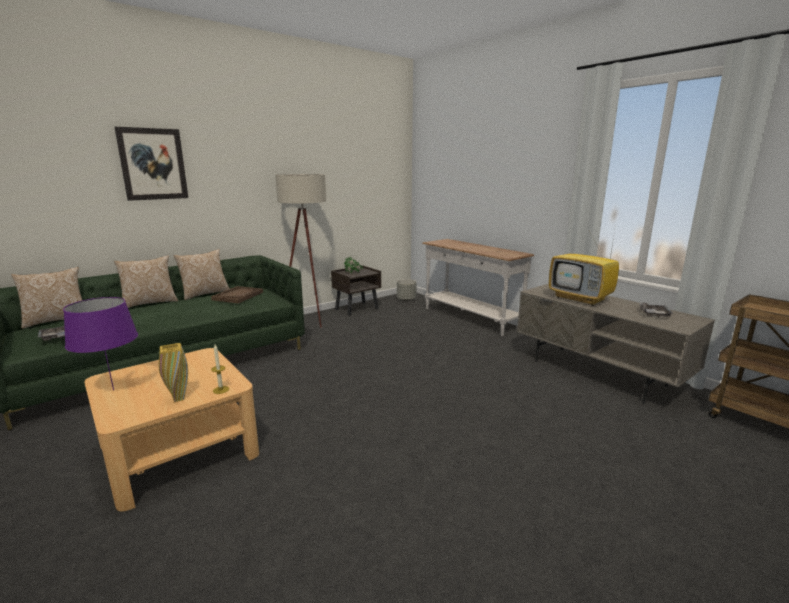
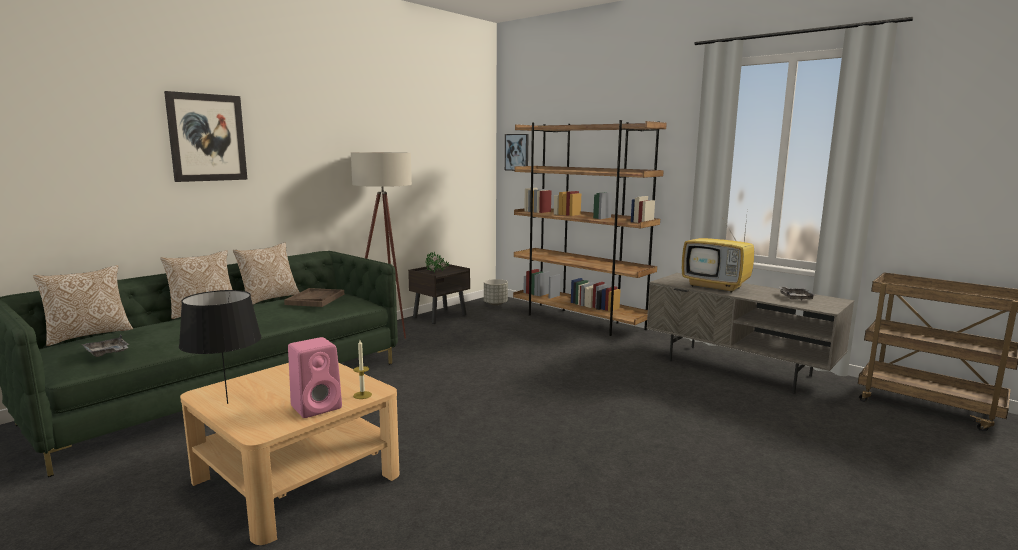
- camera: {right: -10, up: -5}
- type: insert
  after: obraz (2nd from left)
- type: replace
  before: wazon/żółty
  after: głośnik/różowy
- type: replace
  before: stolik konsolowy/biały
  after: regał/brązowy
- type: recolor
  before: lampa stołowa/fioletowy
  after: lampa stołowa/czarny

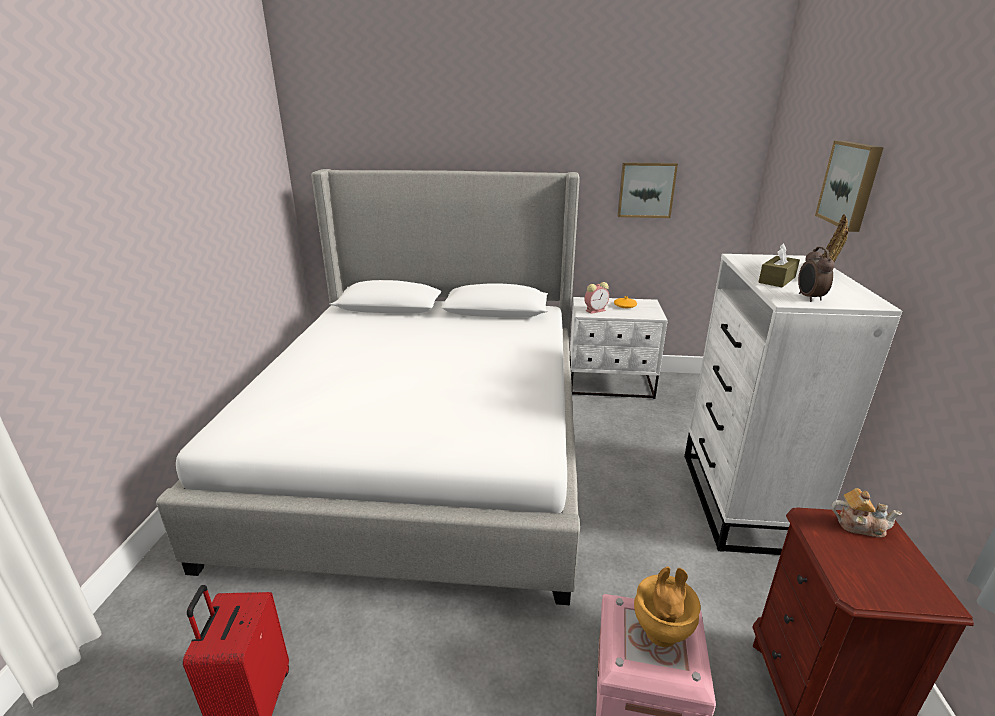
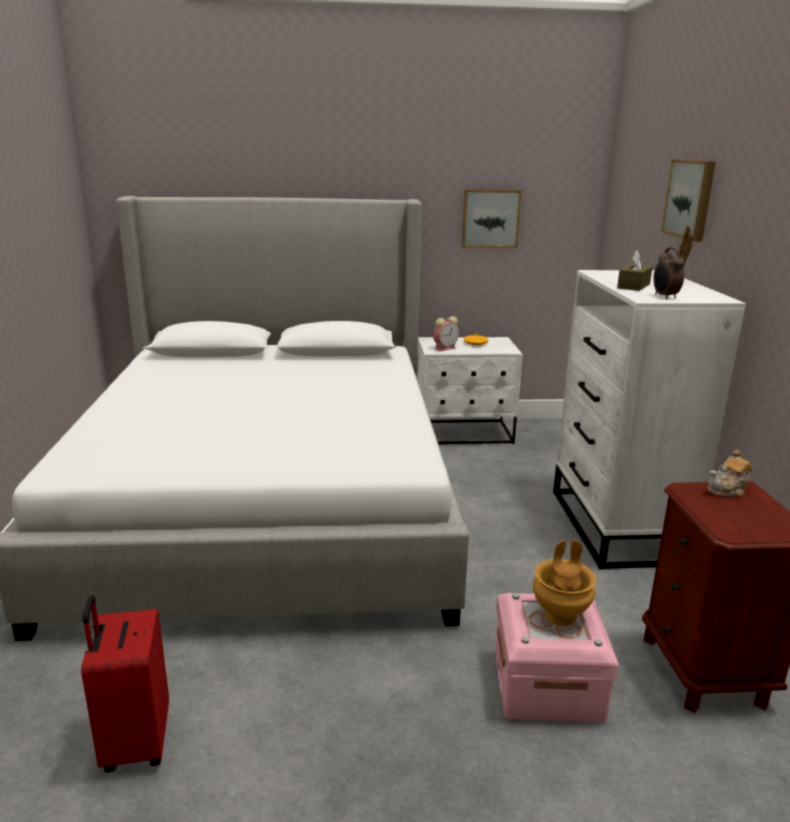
- camera: {right: -10, up: -5}
- type: rotate
  before: imbryk
  turn: 150

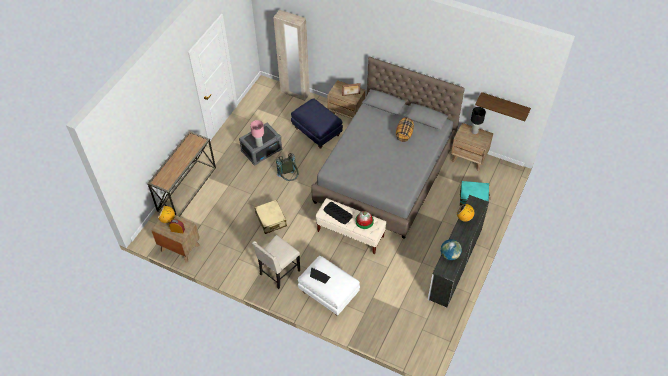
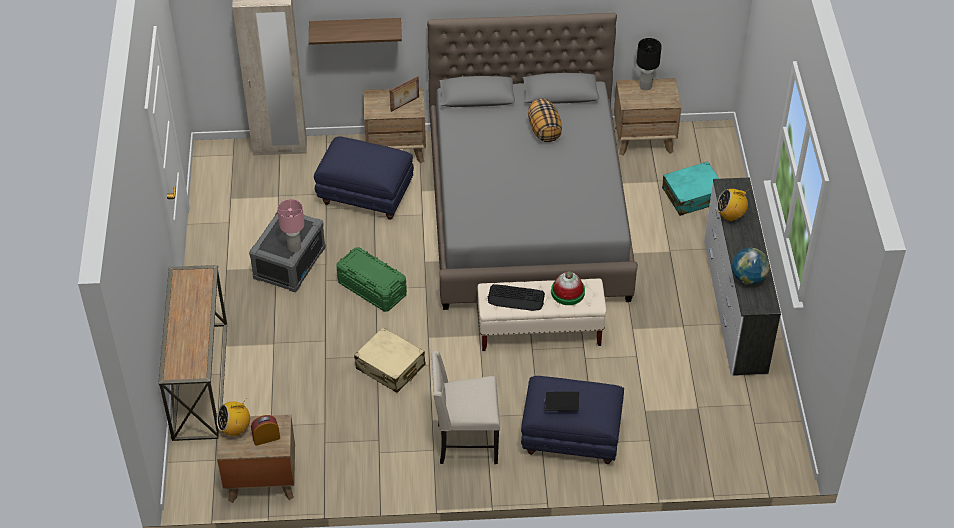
- camera: {right: -30, up: -5}
- type: move
  before: półka
- type: replace
  before: plecak/szary
  after: pojemnik do przechowywania/zielony
- type: recolor
  before: pufa/biały
  after: pufa/niebieski (2nd from left)
- type: rotate
  before: krzesło/beżowy
  turn: 75

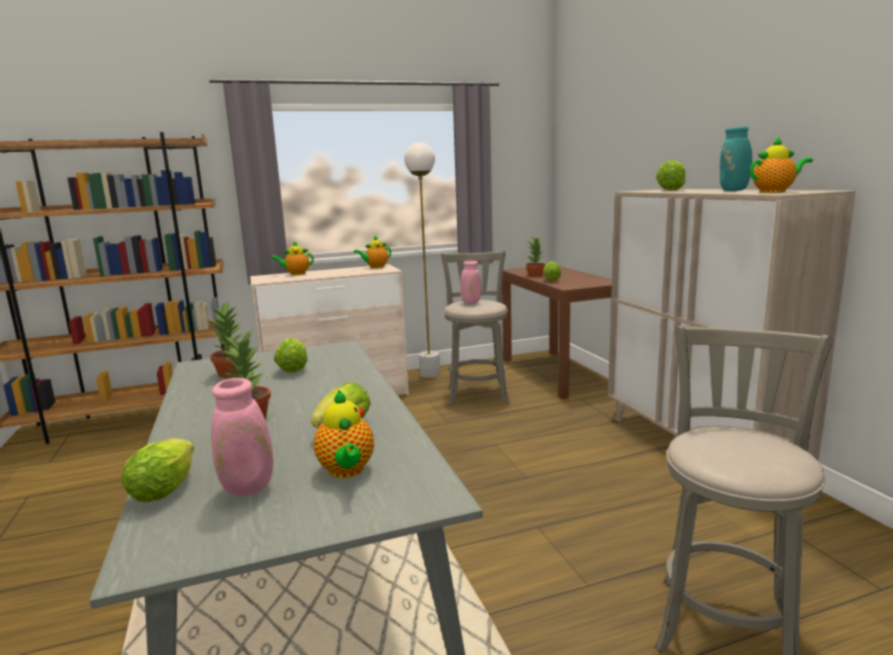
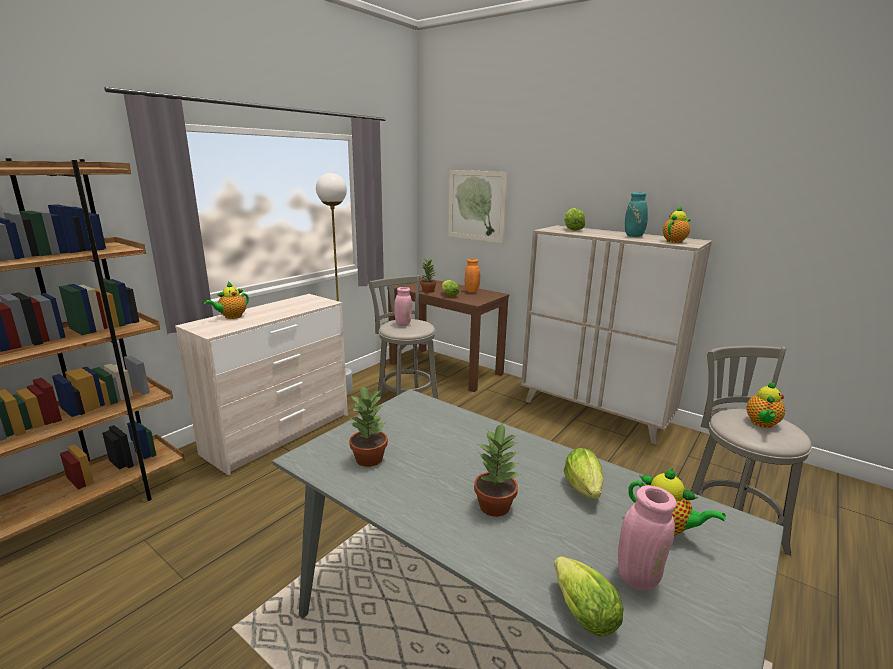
- camera: {right: -35, up: 5}
- type: delete
  before: sałata (2nd from left)
- type: insert
  after: obraz
- type: insert
  after: wazon/pomarańczowy
- type: move
  before: imbryk (3rd from left in the first image)
  after: imbryk (4th from left)

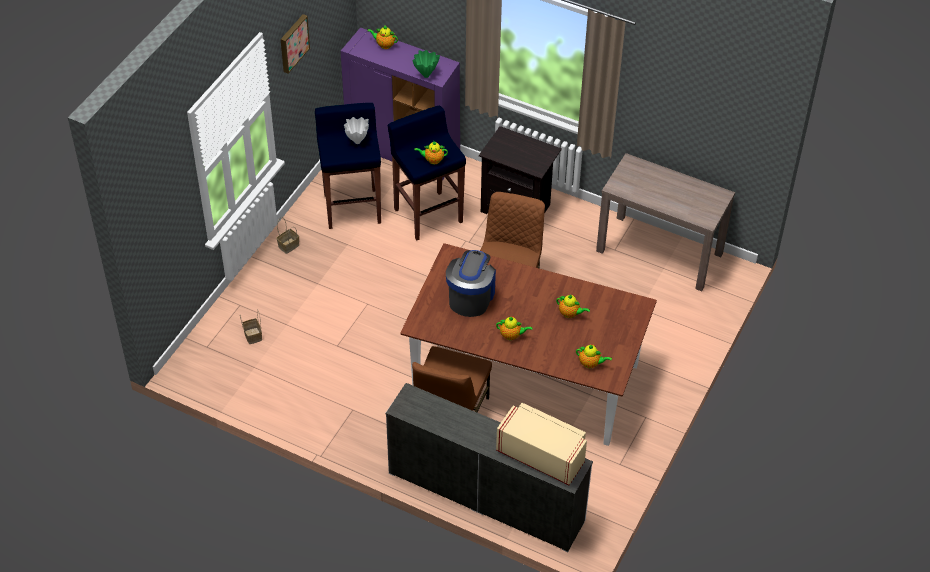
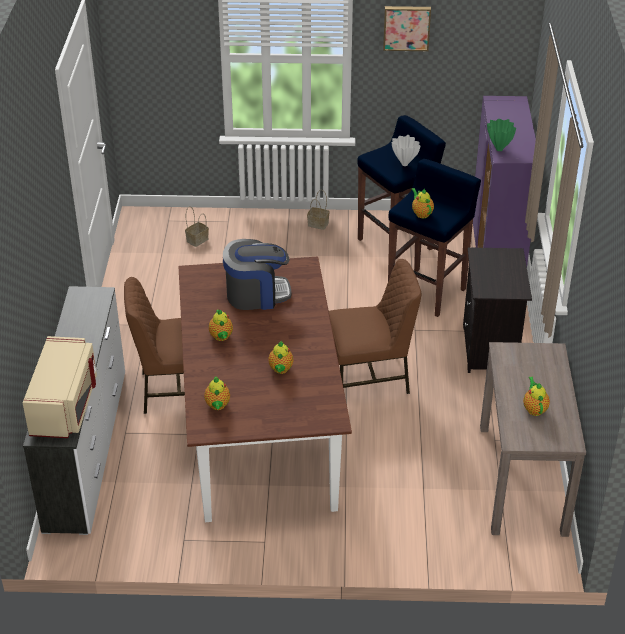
- camera: {right: 65, up: -10}
- type: move
  before: imbryk (1st from left in the first image)
  after: imbryk (5th from left)

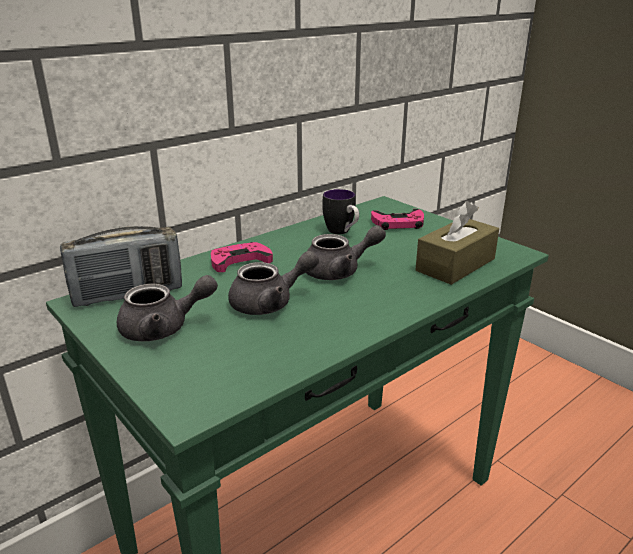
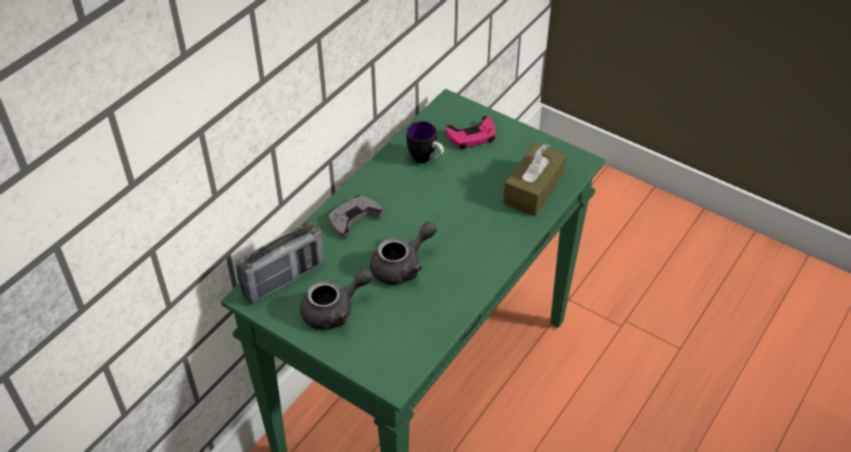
- camera: {right: -15, up: 20}
- type: delete
  before: imbryk/szary (3rd from left)
- type: recolor
  before: pad do gier/różowy (1st from left)
  after: pad do gier/szary

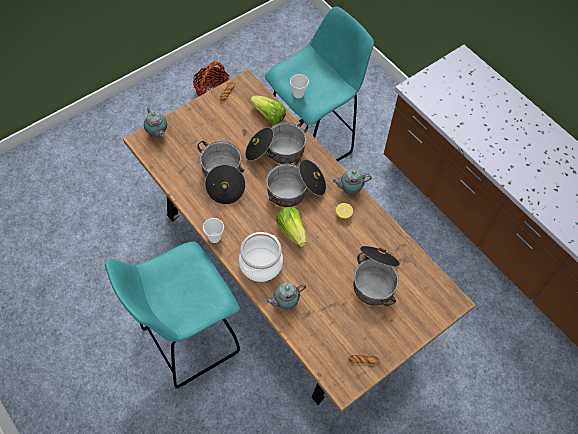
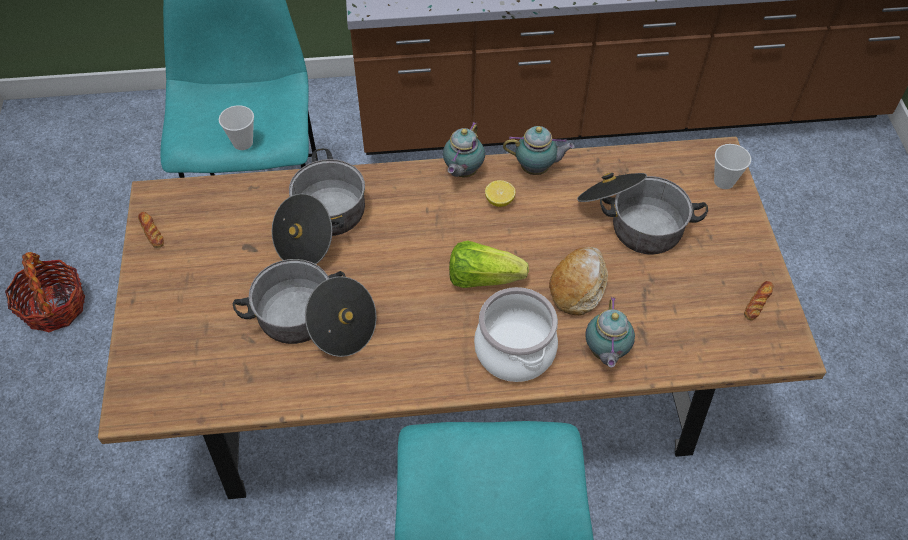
- camera: {right: -55, up: -5}
- type: delete
  before: sałata (1st from left)
- type: delete
  before: garnek (4th from left)
- type: insert
  after: chleb (2nd from left)
- type: move
  before: imbryk (1st from left in the first image)
  after: imbryk (2nd from left)
- type: move
  before: filiżanka (1st from left in the first image)
  after: filiżanka (2nd from left)

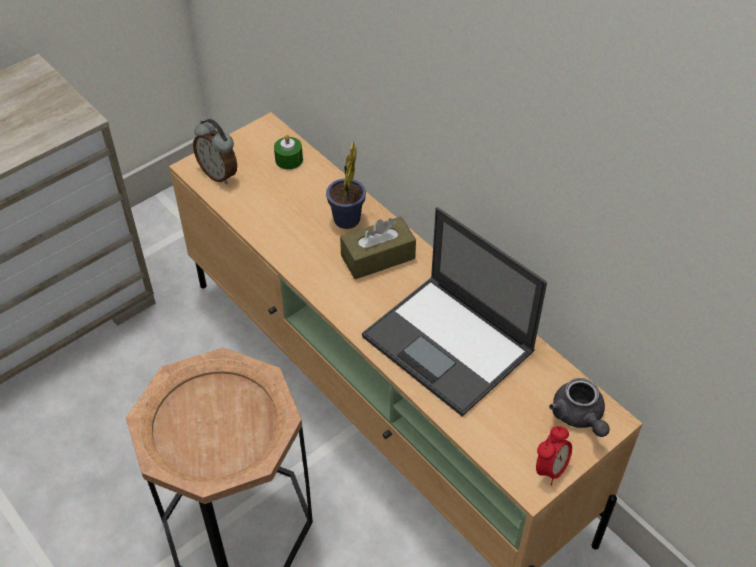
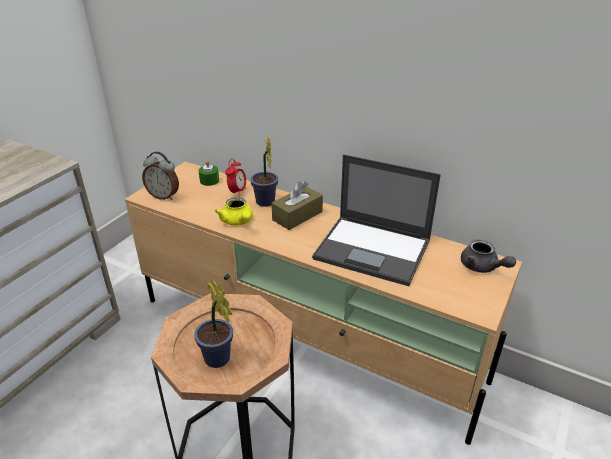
- camera: {right: -20, up: -15}
- type: insert
  after: roślina doniczkowa (1st from left)
- type: insert
  after: imbryk/żółty
- type: move
  before: budzik (2nd from left)

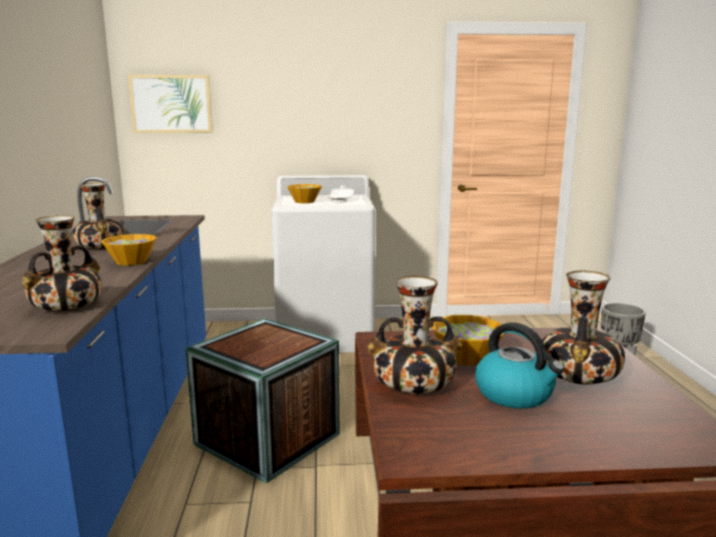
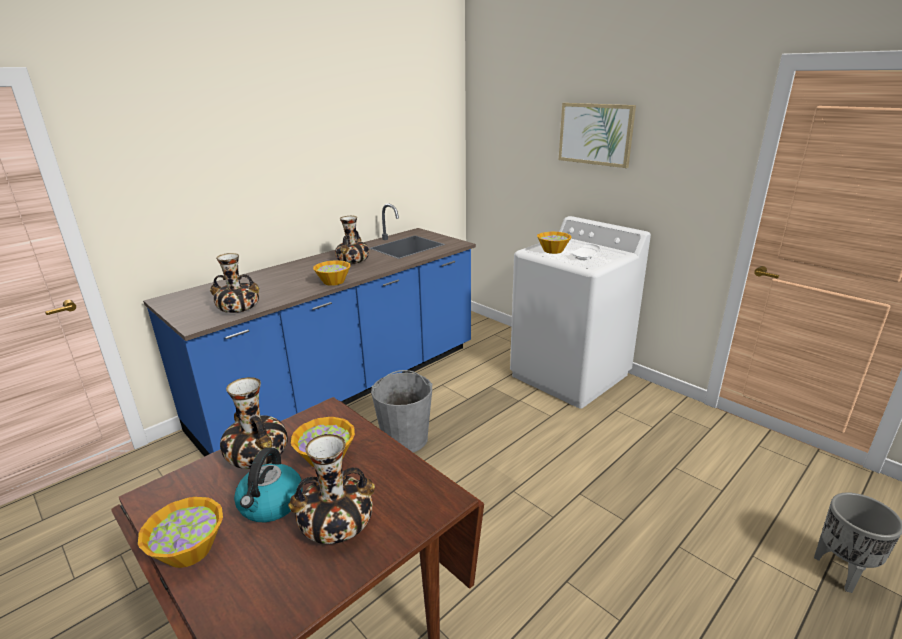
- camera: {right: 50, up: 10}
- type: insert
  after: miska (1st from left)
- type: move
  before: obraz
- type: replace
  before: skrzynka
  after: wiadro/szary

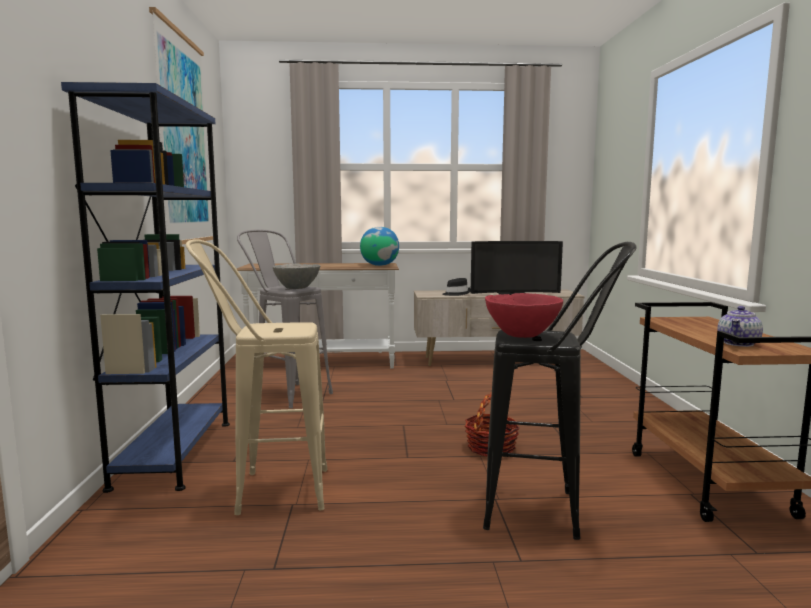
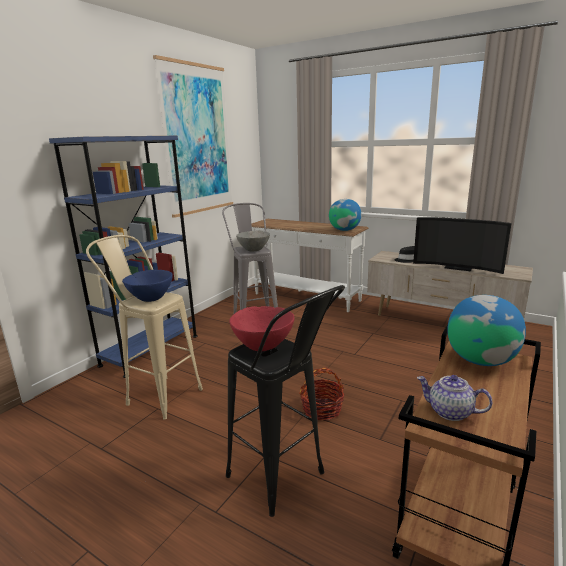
- camera: {right: 35, up: 10}
- type: insert
  after: miska/niebieski
- type: insert
  after: globus (2nd from left)
- type: rotate
  before: imbryk
  turn: 45

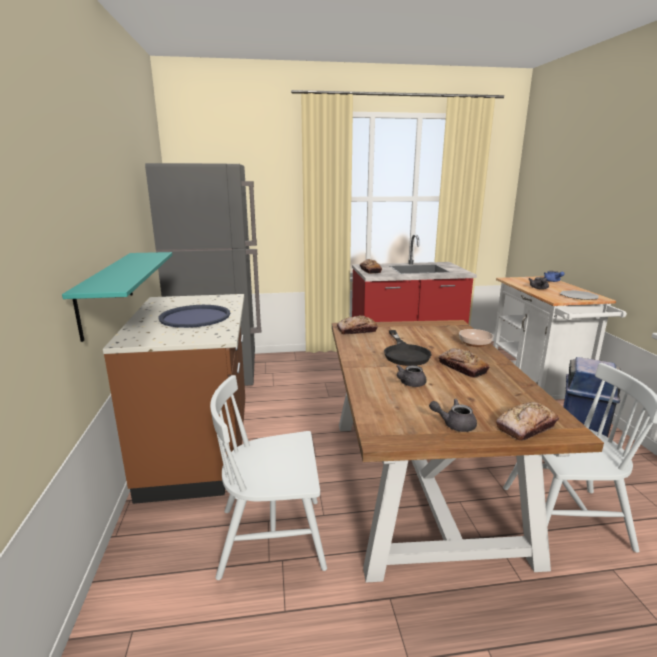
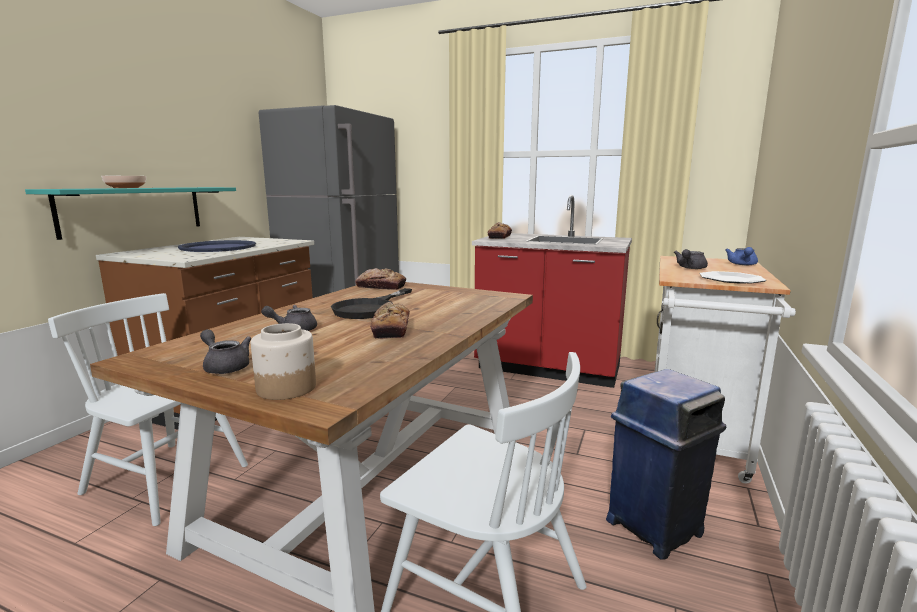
- camera: {right: 30, up: -5}
- type: move
  before: miska
- type: replace
  before: chleb (4th from left)
  after: słoik

